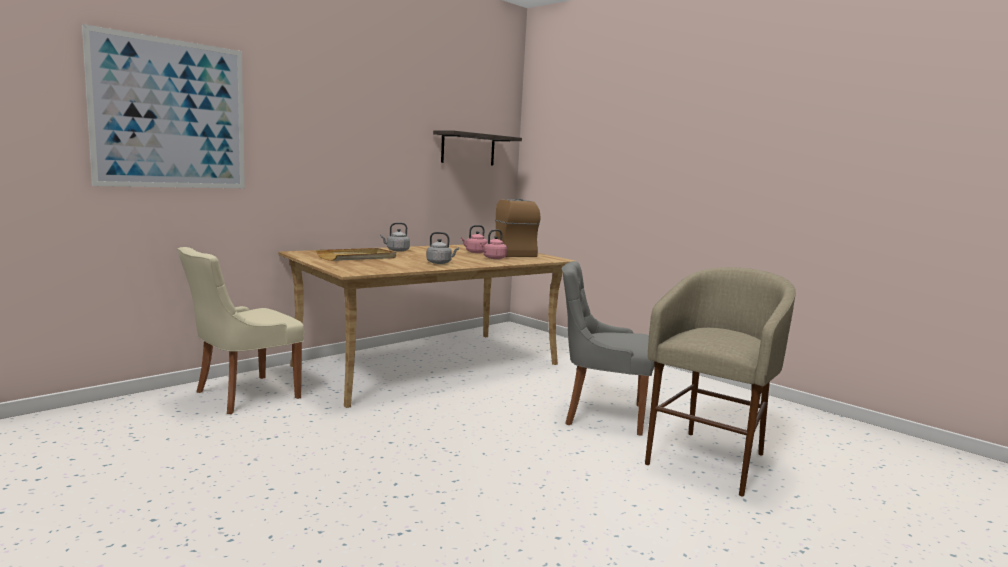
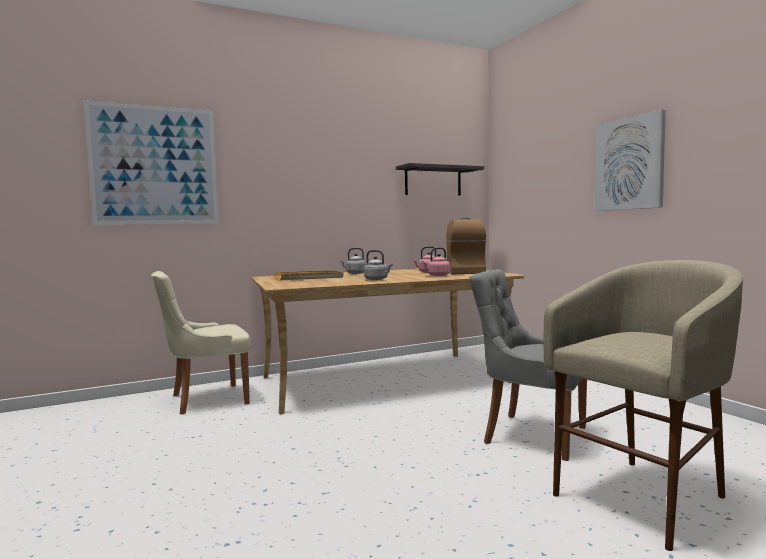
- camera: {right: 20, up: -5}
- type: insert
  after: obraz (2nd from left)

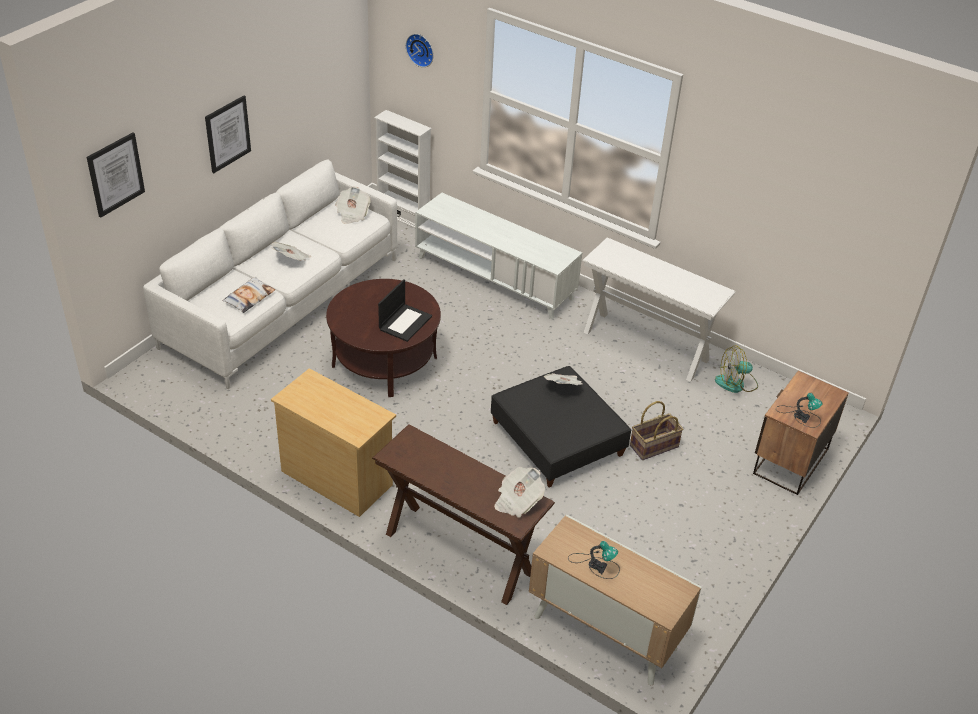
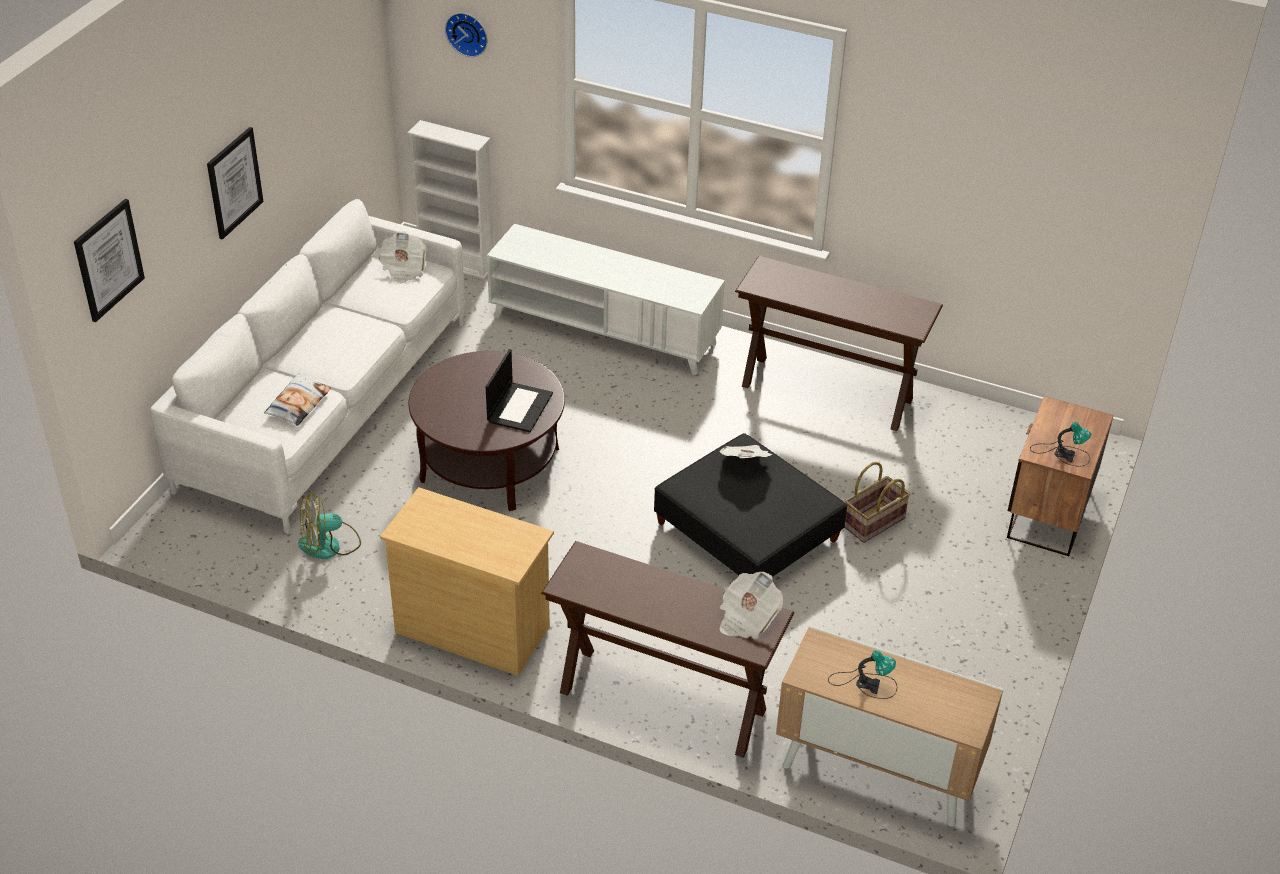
- camera: {right: -10, up: 0}
- type: delete
  before: gazeta (1st from left)
- type: move
  before: wentylator
- type: recolor
  before: stolik konsolowy/biały
  after: stolik konsolowy/brązowy (2nd from left)

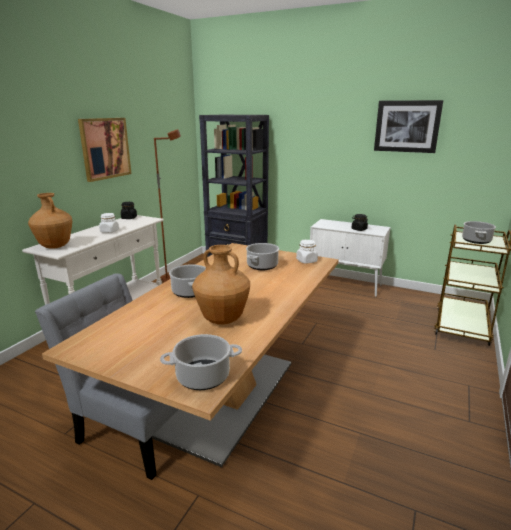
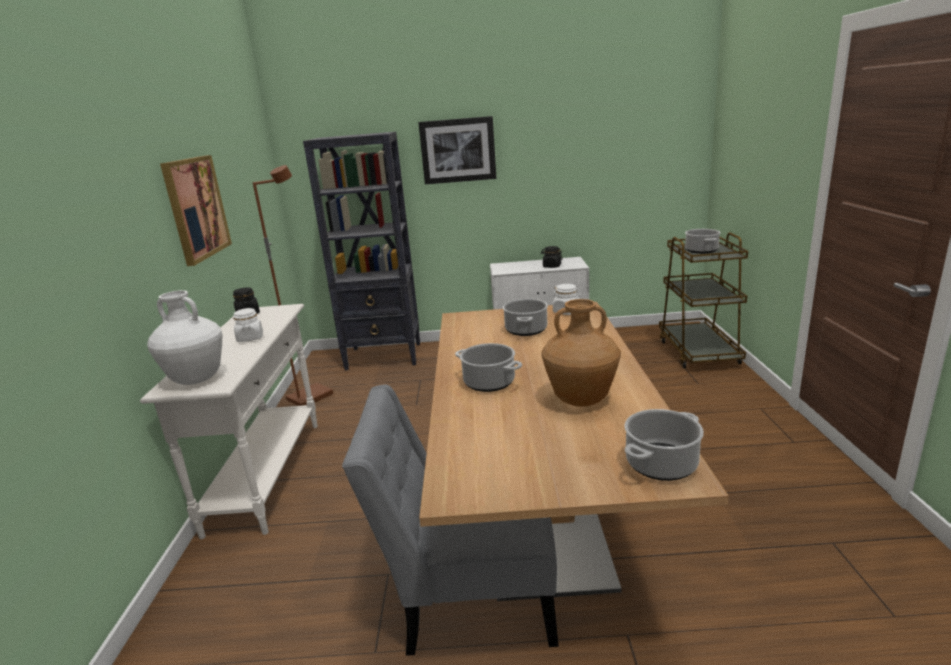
- camera: {right: -25, up: 0}
- type: move
  before: obraz (2nd from left)
- type: recolor
  before: wazon/brązowy (1st from left)
  after: wazon/biały

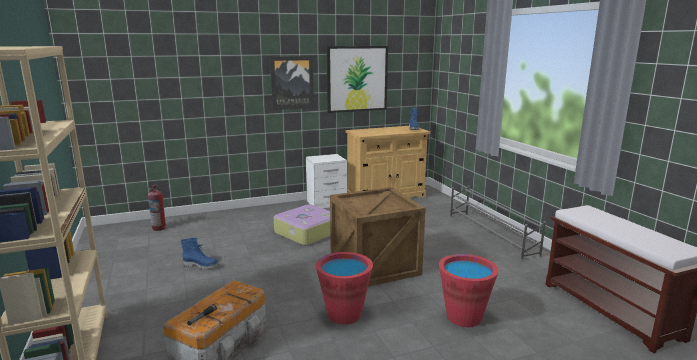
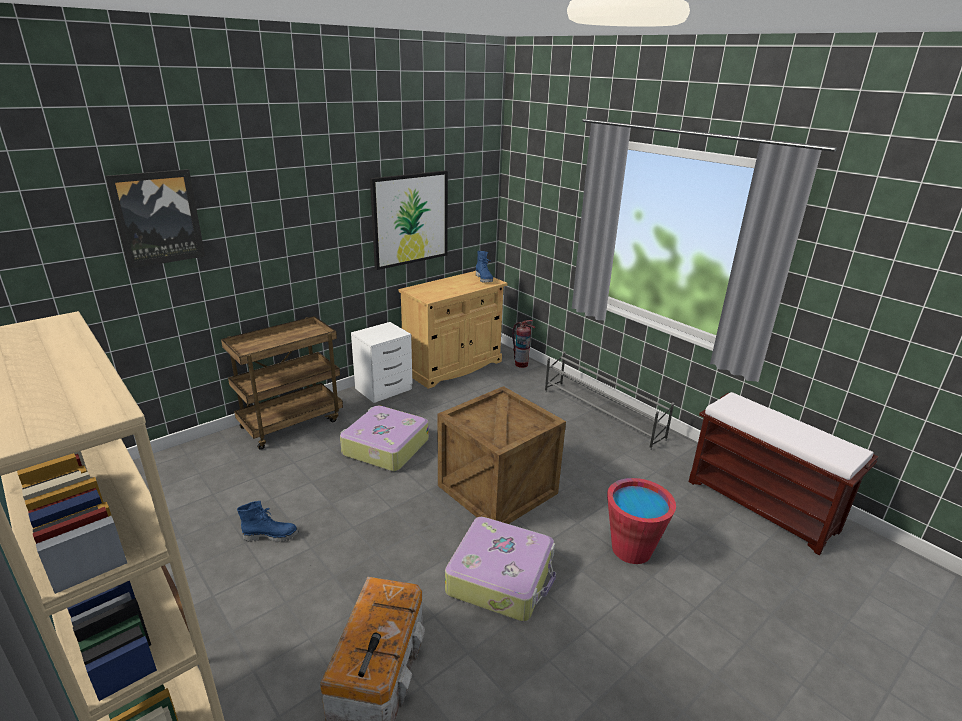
- camera: {right: -20, up: 10}
- type: insert
  after: wózek/brązowy
- type: move
  before: gaśnica
- type: move
  before: obraz (1st from left)
- type: replace
  before: wiadro/czerwony (1st from left)
  after: walizka (2nd from left)

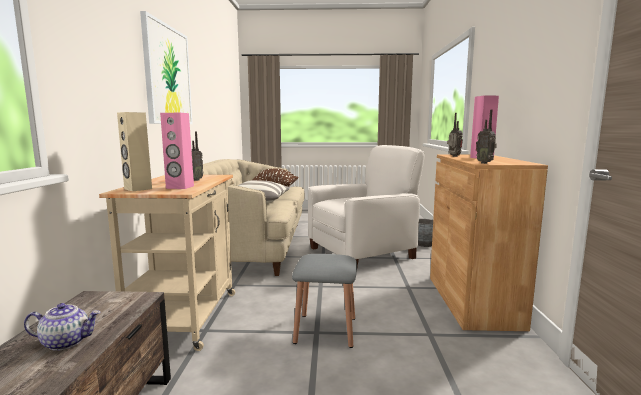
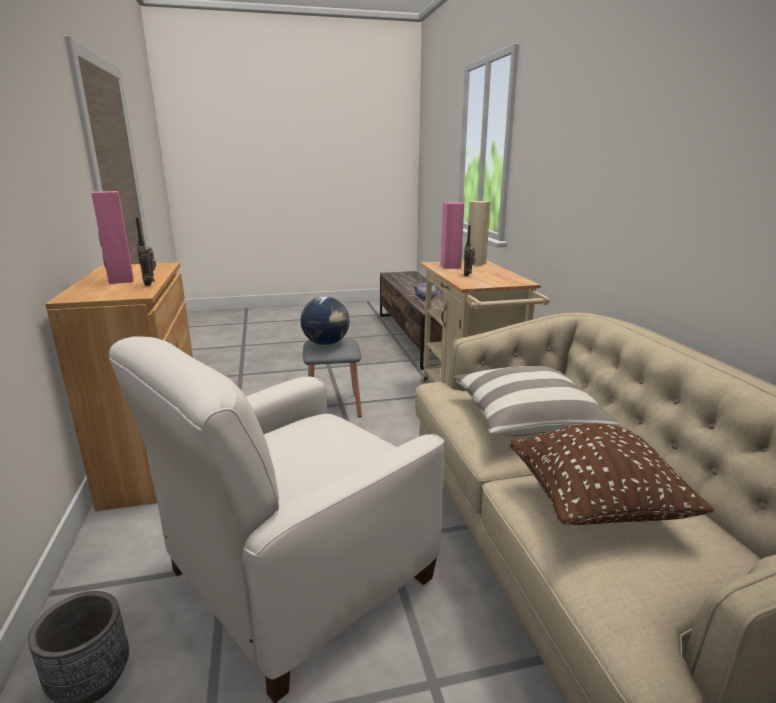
- camera: {right: 165, up: 10}
- type: delete
  before: obraz
- type: delete
  before: radio (3rd from left)
- type: insert
  after: globus

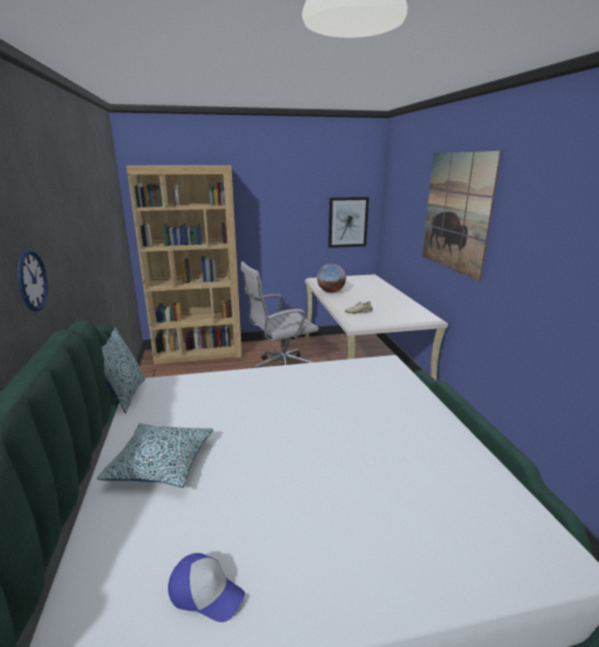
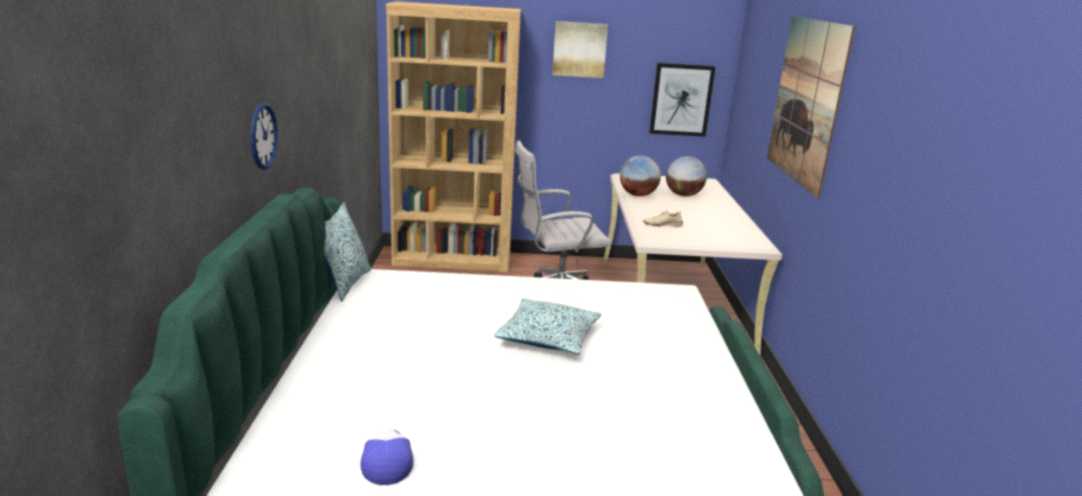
- camera: {right: 10, up: 0}
- type: insert
  after: obraz (1st from left)
- type: insert
  after: globus (2nd from left)
- type: move
  before: poduszka (2nd from left)
- type: rotate
  before: czapka z daszkiem
  turn: -135

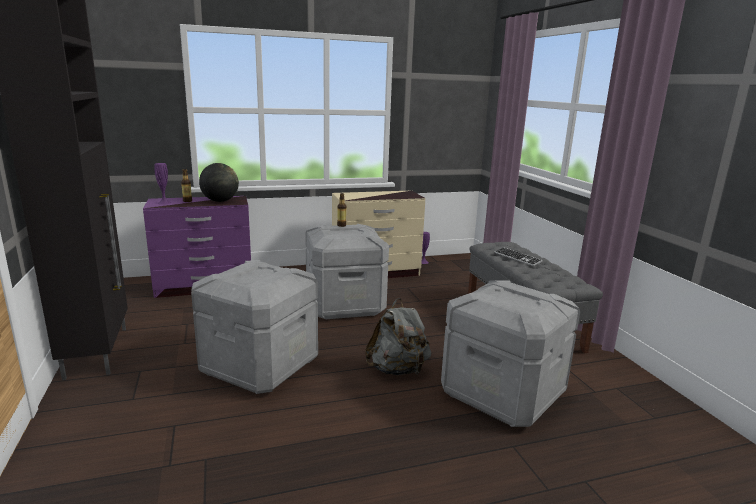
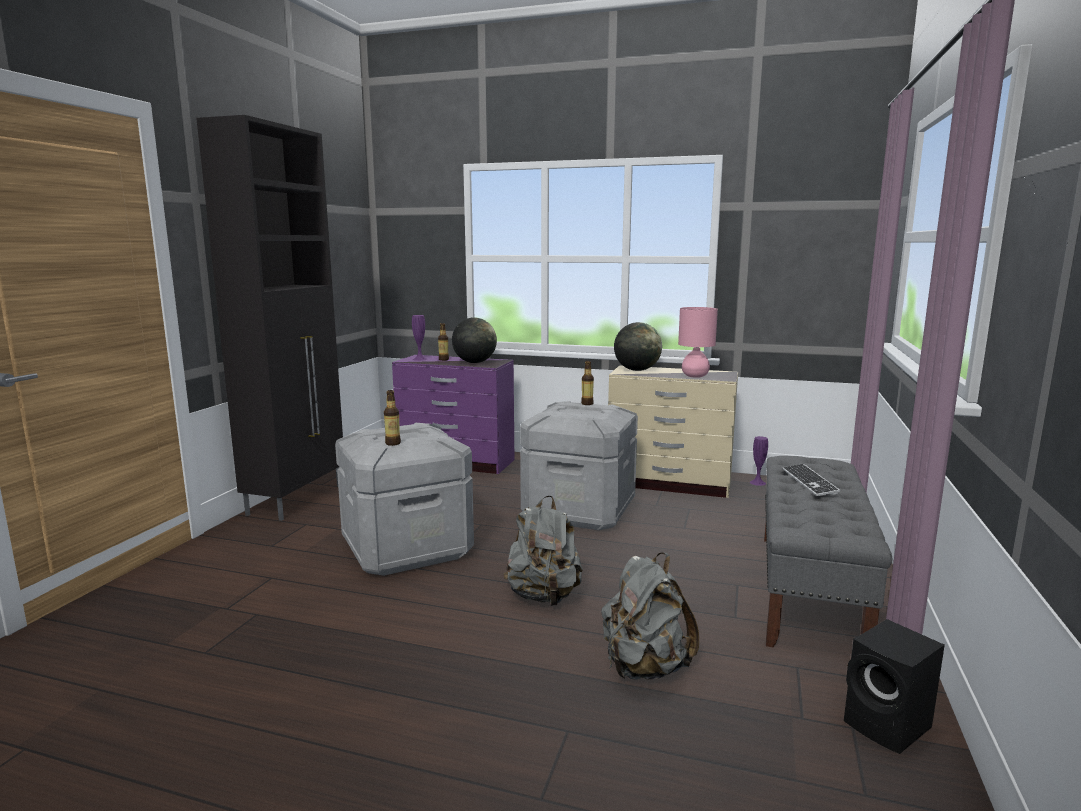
- camera: {right: 35, up: -5}
- type: insert
  after: butelka (1st from left)
- type: insert
  after: globus (2nd from left)
- type: insert
  after: lampa stołowa/różowy
- type: insert
  after: głośnik/czarny
- type: replace
  before: pojemnik do przechowywania/szary (3rd from left)
  after: plecak/szary (2nd from left)

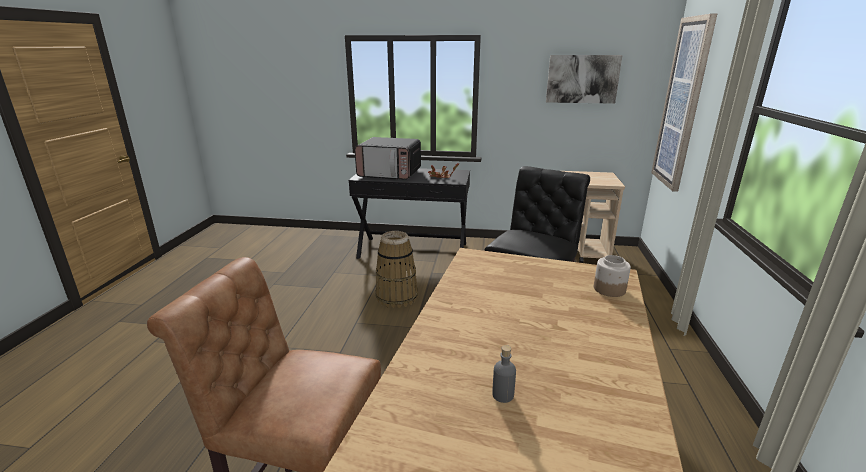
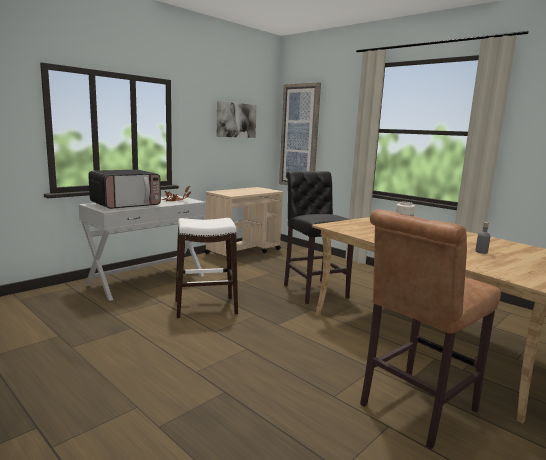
- camera: {right: -55, up: -10}
- type: replace
  before: koszyk
  after: stołek/biały
- type: recolor
  before: stolik konsolowy/czarny
  after: stolik konsolowy/biały

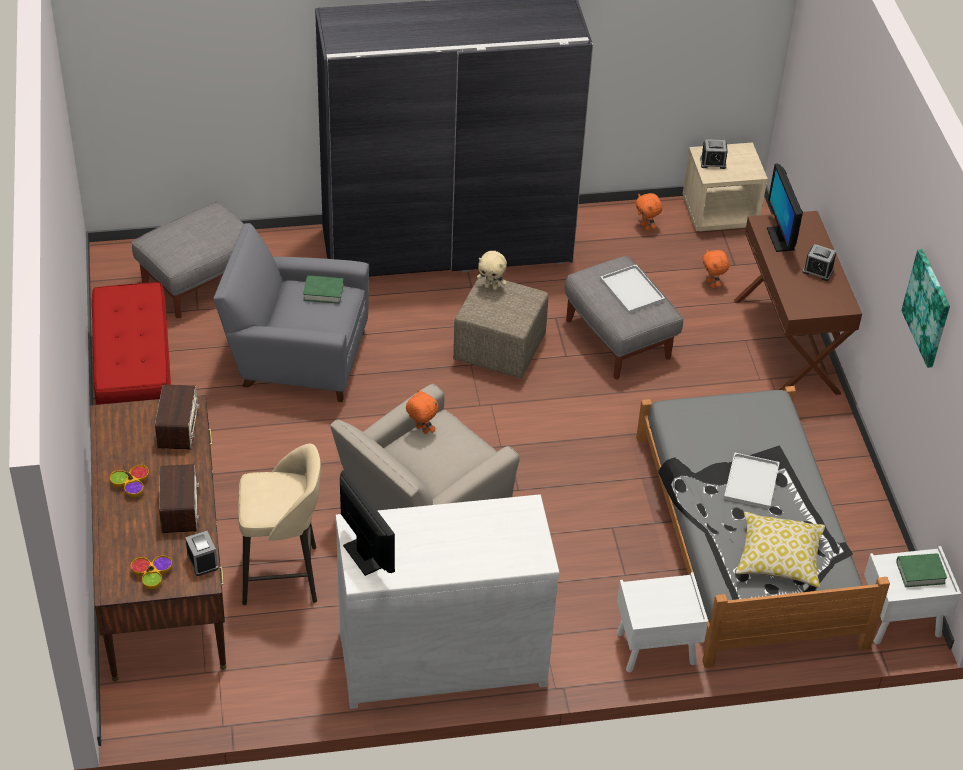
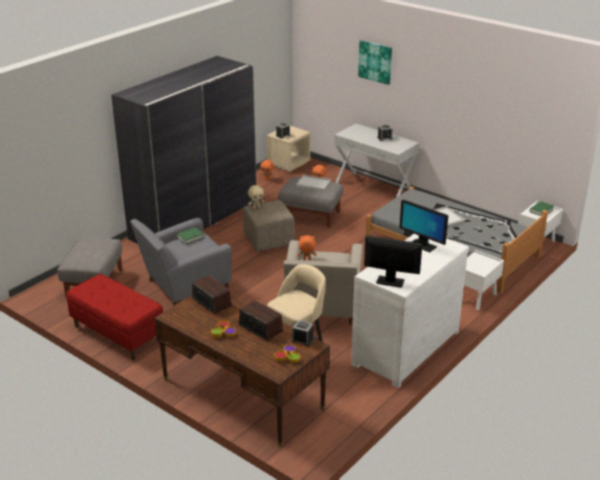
- camera: {right: -40, up: -15}
- type: delete
  before: poduszka
- type: move
  before: monitor (2nd from left)
- type: move
  before: obraz
- type: recolor
  before: stolik konsolowy/brązowy
  after: stolik konsolowy/biały

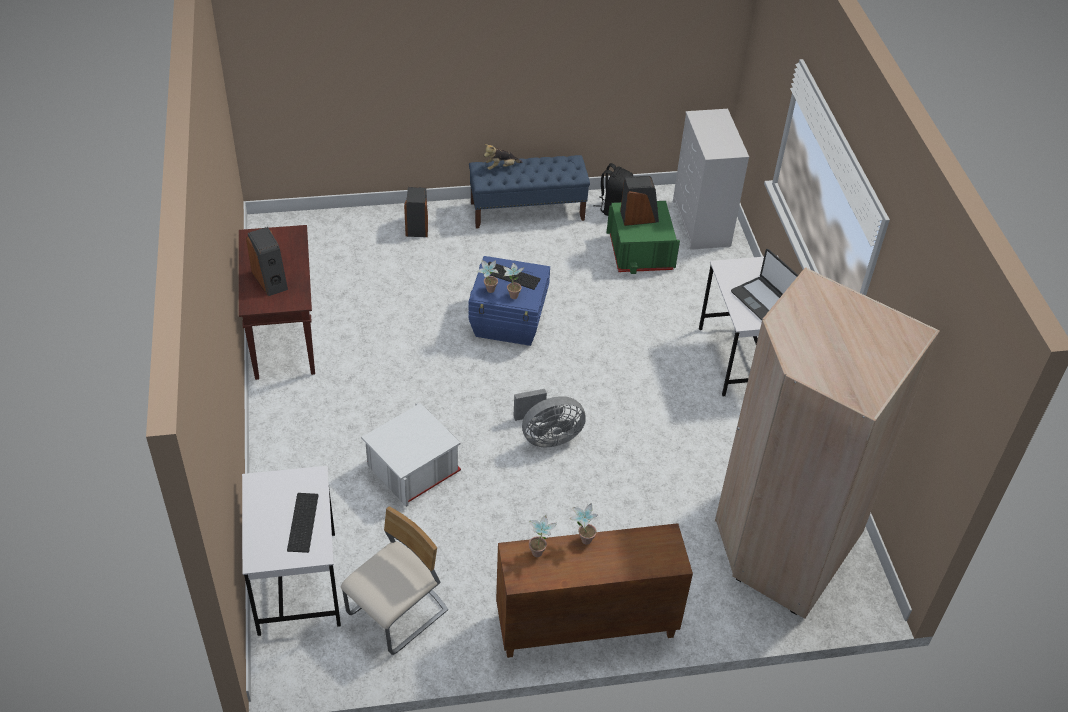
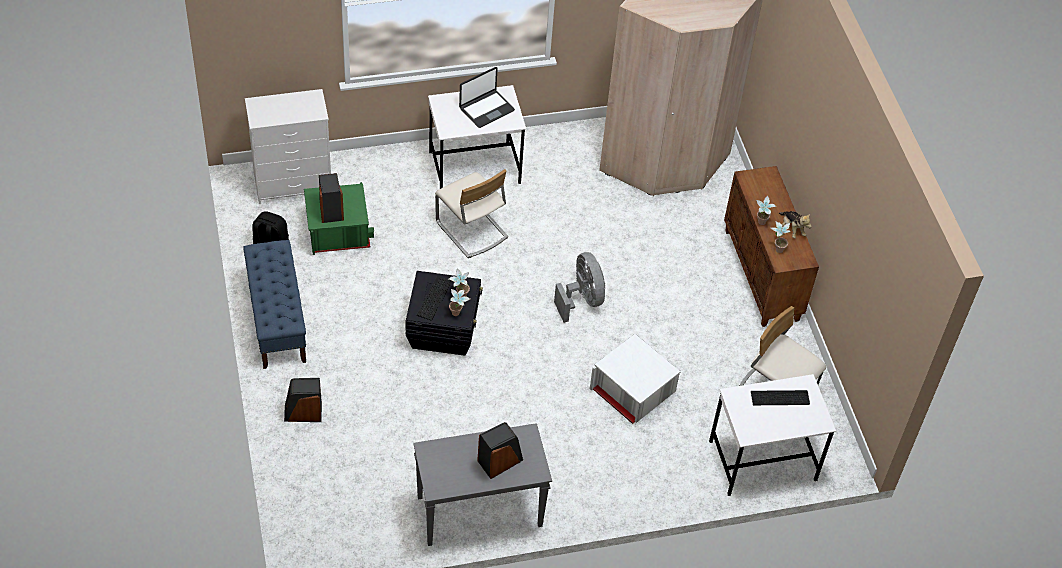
- camera: {right: -95, up: 5}
- type: insert
  after: krzesło/beżowy (1st from left)
- type: move
  before: pluszak
- type: recolor
  before: stolik konsolowy/brązowy
  after: stolik konsolowy/szary
- type: recolor
  before: pojemnik do przechowywania/niebieski
  after: pojemnik do przechowywania/czarny

